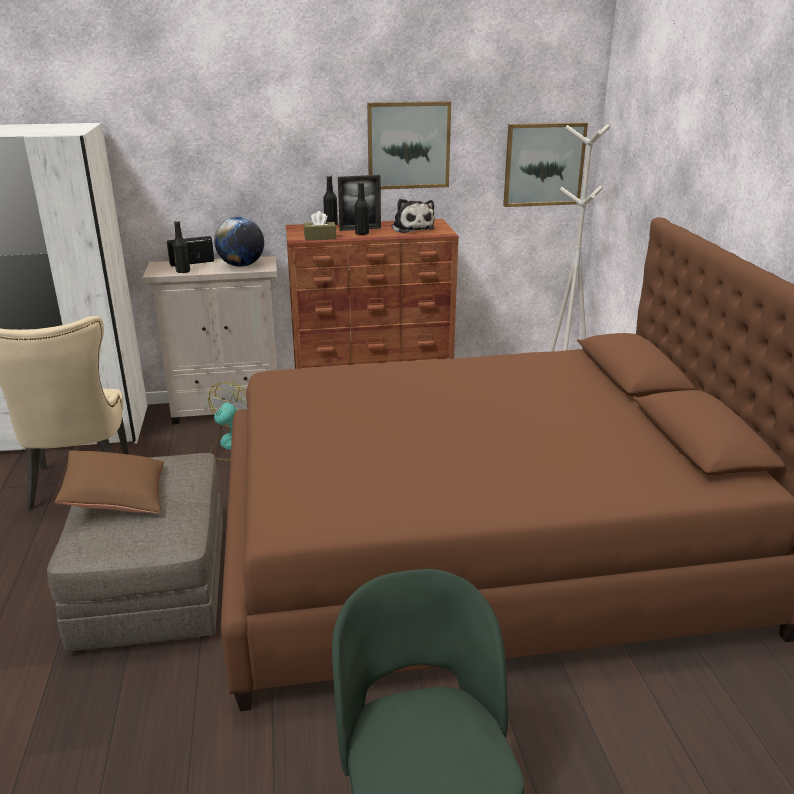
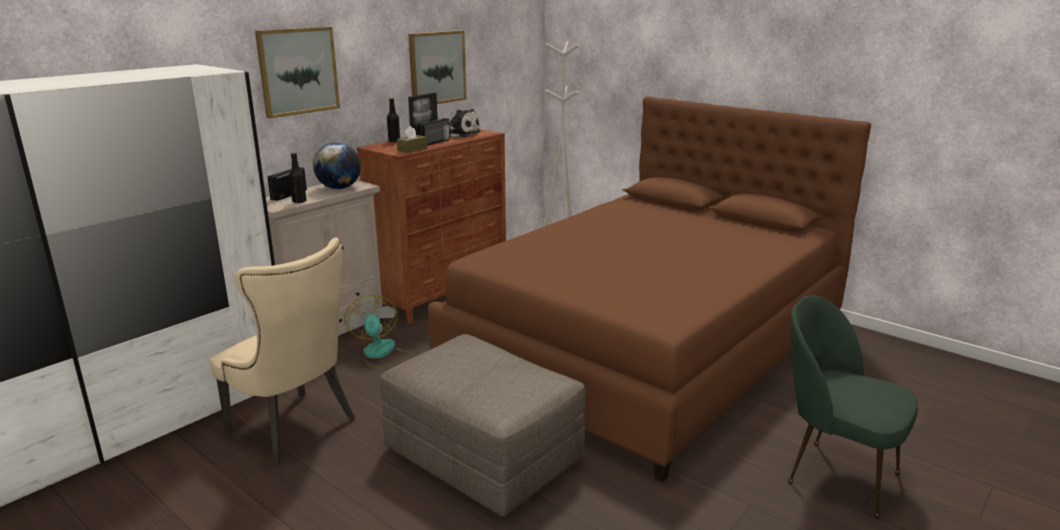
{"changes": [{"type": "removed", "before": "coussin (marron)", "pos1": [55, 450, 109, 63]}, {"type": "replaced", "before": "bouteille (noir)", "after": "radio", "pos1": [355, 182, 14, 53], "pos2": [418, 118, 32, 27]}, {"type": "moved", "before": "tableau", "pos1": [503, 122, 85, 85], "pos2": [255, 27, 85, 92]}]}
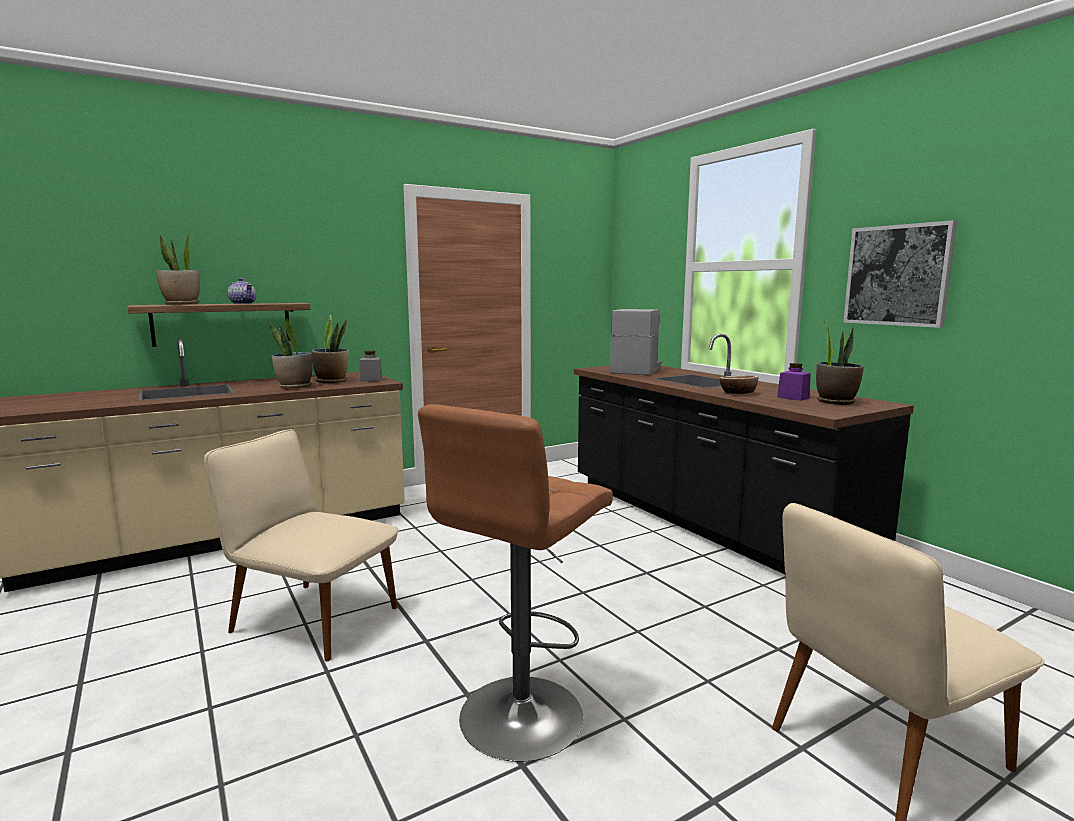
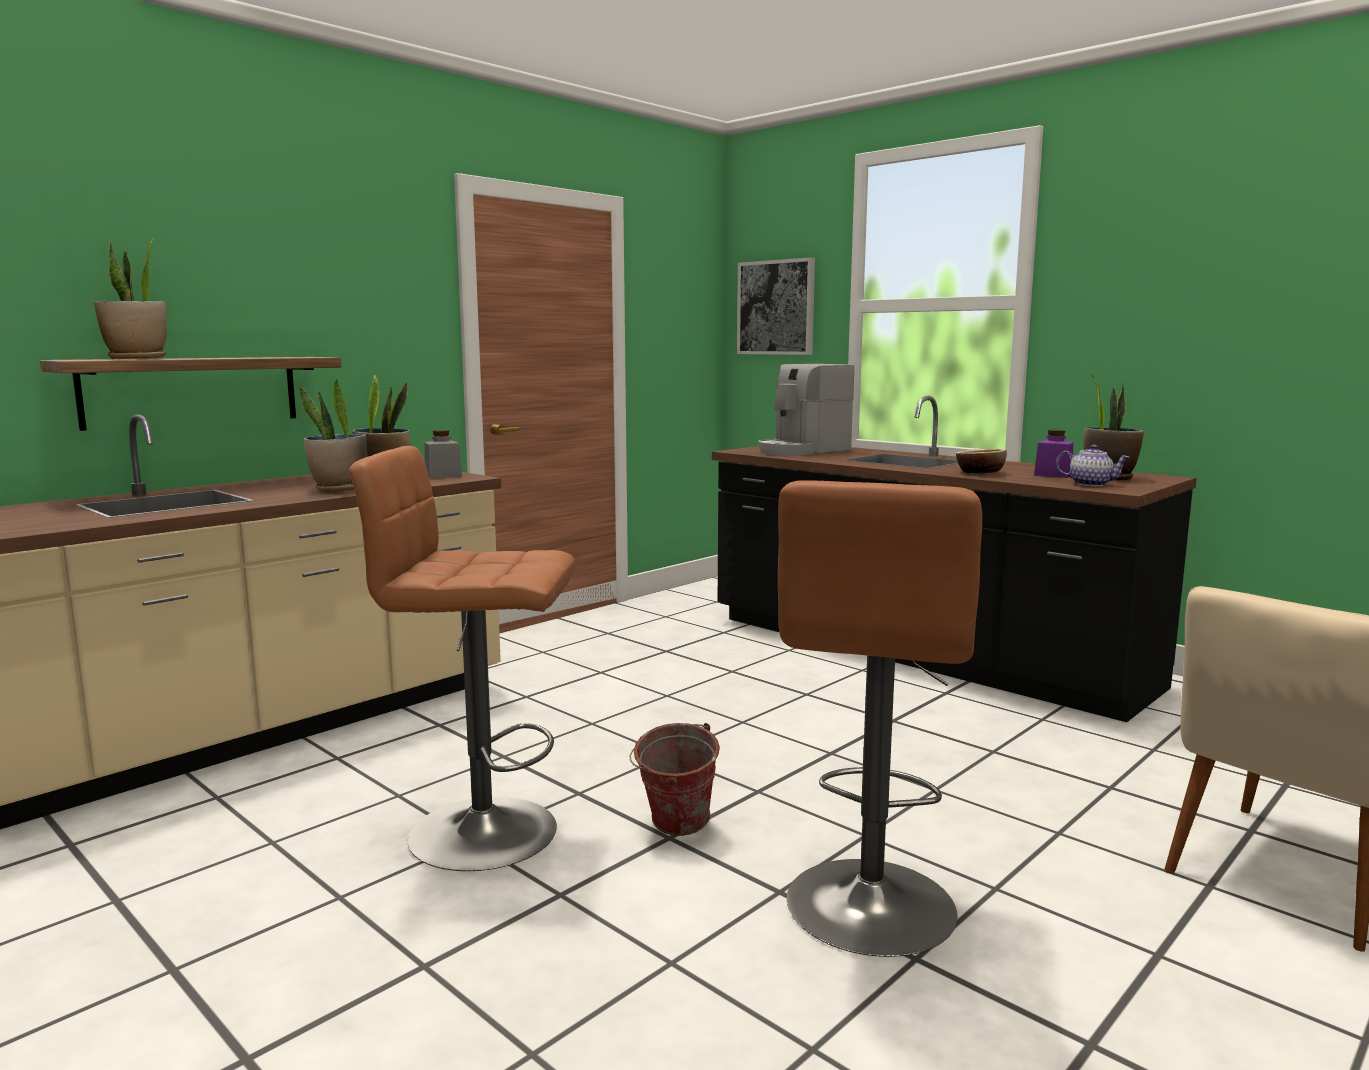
{"changes": [{"type": "replaced", "before": "chaise (beige)", "after": "tabouret (marron)", "pos1": [204, 429, 195, 232], "pos2": [349, 446, 226, 425]}, {"type": "moved", "before": "théière", "pos1": [228, 278, 28, 26], "pos2": [1056, 445, 74, 41]}, {"type": "turned", "before": "machine à café", "pos1": [610, 309, 51, 66], "pos2": [758, 364, 96, 92], "turn": -135}, {"type": "moved", "before": "tableau", "pos1": [843, 220, 114, 108], "pos2": [737, 257, 78, 98]}, {"type": "added", "after": "seau", "pos2": [630, 723, 90, 113]}]}
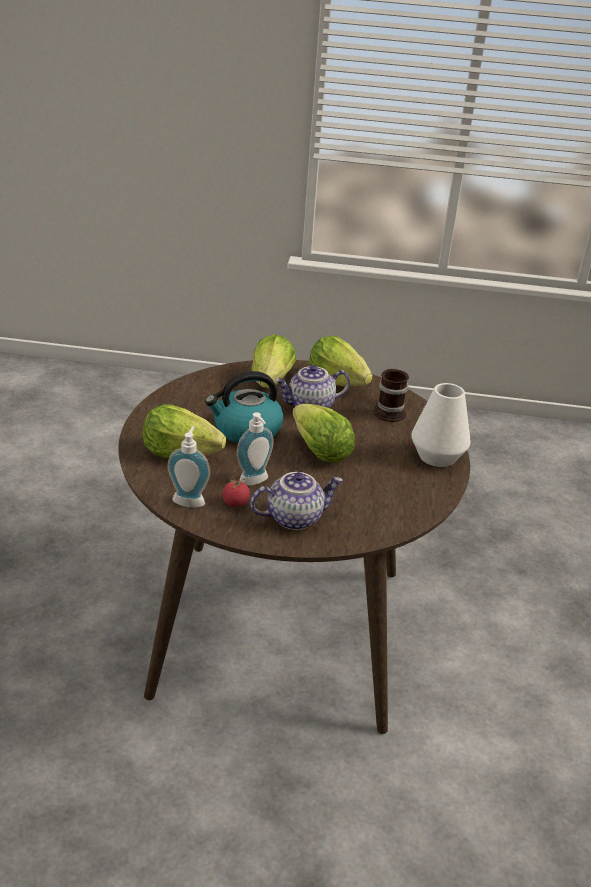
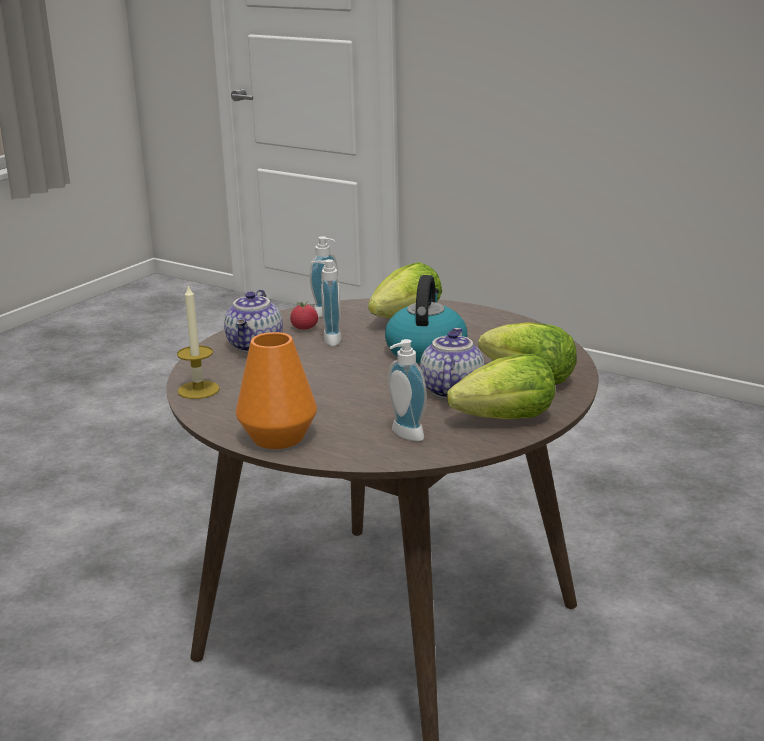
{"changes": [{"type": "removed", "before": "laitue", "pos1": [292, 404, 63, 59]}, {"type": "replaced", "before": "mug", "after": "distributeur de savon", "pos1": [374, 369, 35, 53], "pos2": [388, 339, 39, 102]}, {"type": "recoloured", "before": "vase (blanc)", "after": "vase (orange)", "pos1": [411, 383, 60, 84], "pos2": [236, 332, 81, 117]}, {"type": "added", "after": "bougie", "pos2": [177, 284, 43, 115]}]}
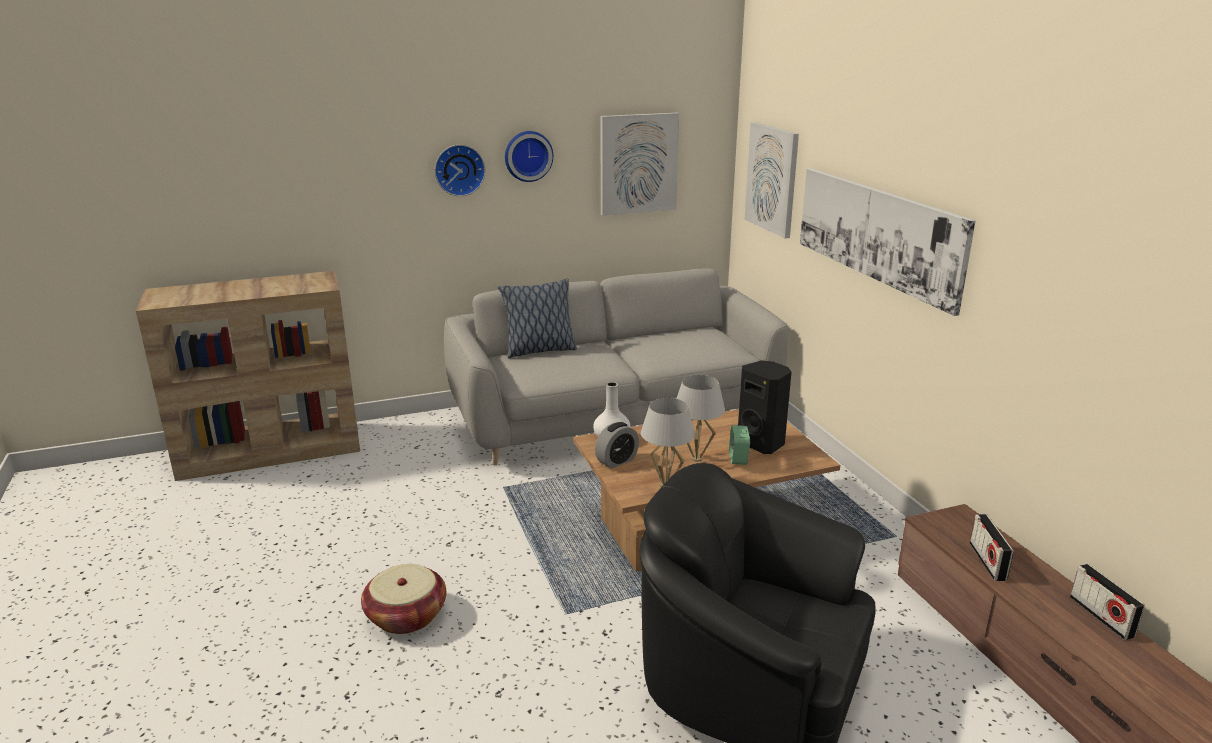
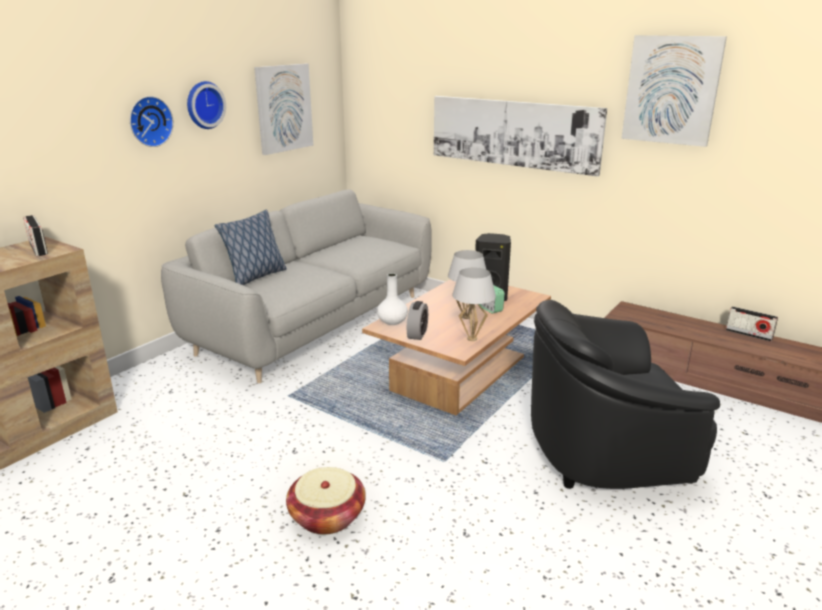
{"changes": [{"type": "moved", "before": "tableau", "pos1": [744, 122, 55, 116], "pos2": [621, 35, 106, 112]}, {"type": "moved", "before": "radio", "pos1": [970, 514, 44, 67], "pos2": [23, 215, 25, 41]}]}
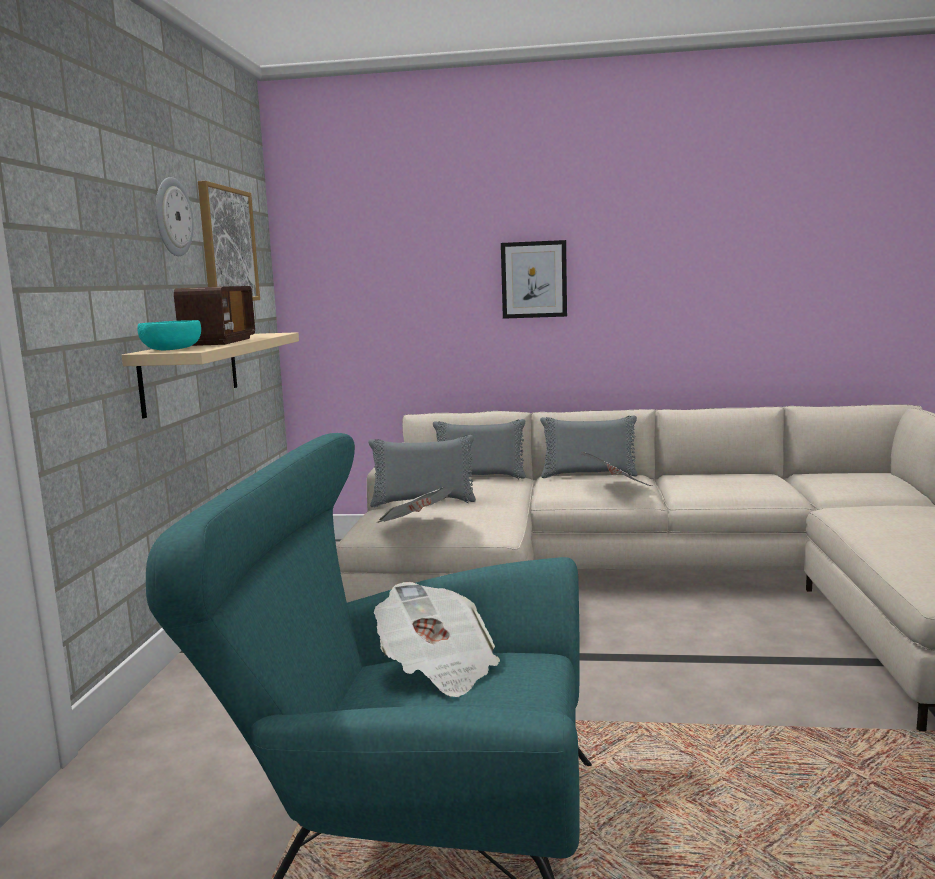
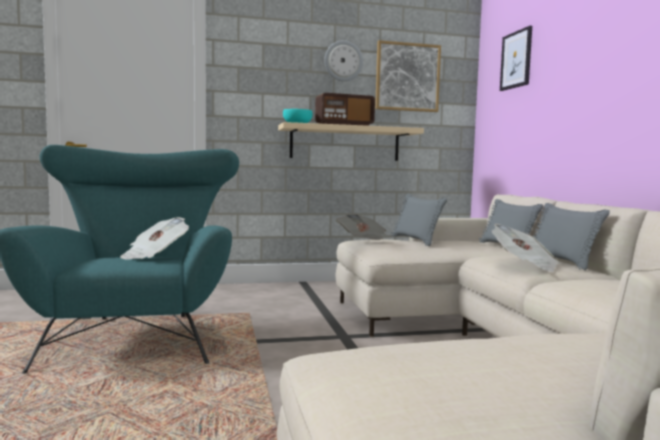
{"changes": [{"type": "moved", "before": "tableau", "pos1": [501, 240, 66, 79], "pos2": [500, 26, 32, 65]}]}
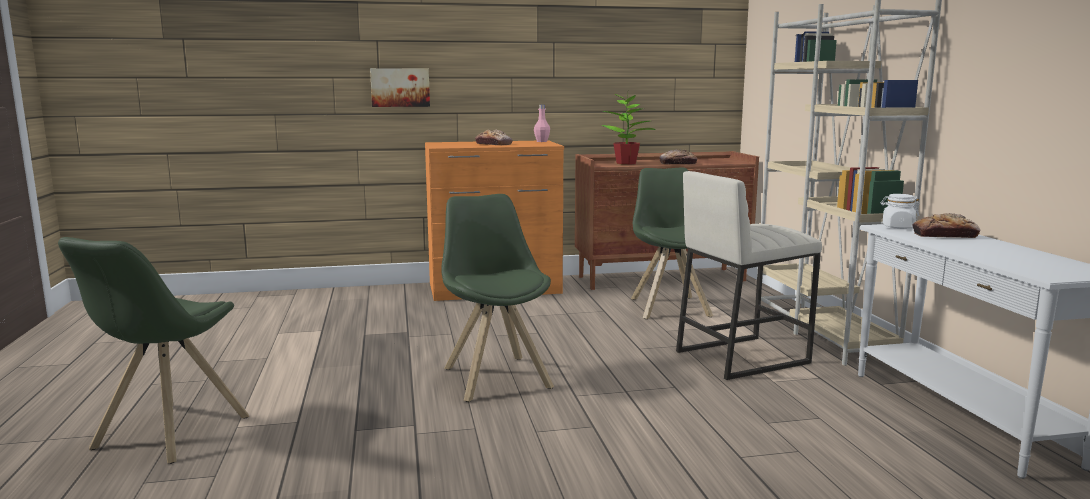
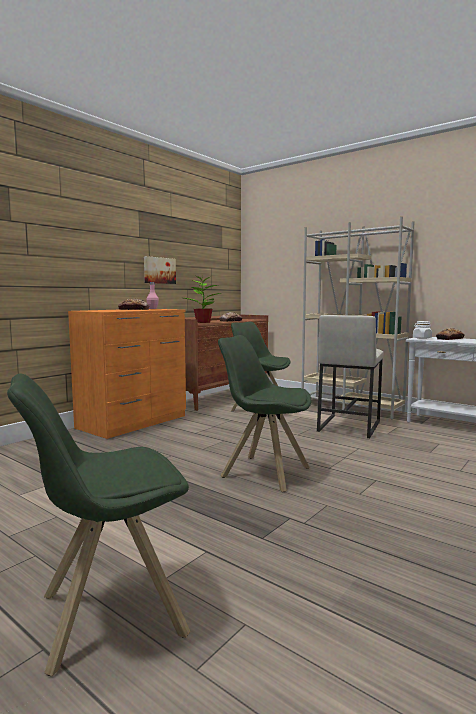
{"changes": [{"type": "turned", "before": "chaise (vert)", "pos1": [58, 237, 191, 227], "pos2": [7, 373, 183, 303], "turn": 90}, {"type": "moved", "before": "tableau", "pos1": [370, 68, 60, 39], "pos2": [144, 256, 32, 28]}]}
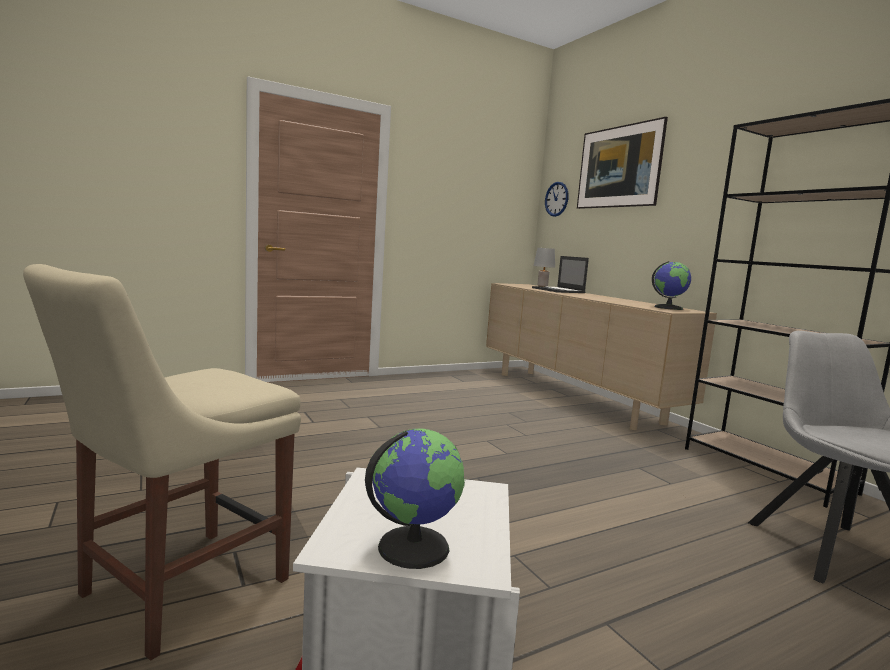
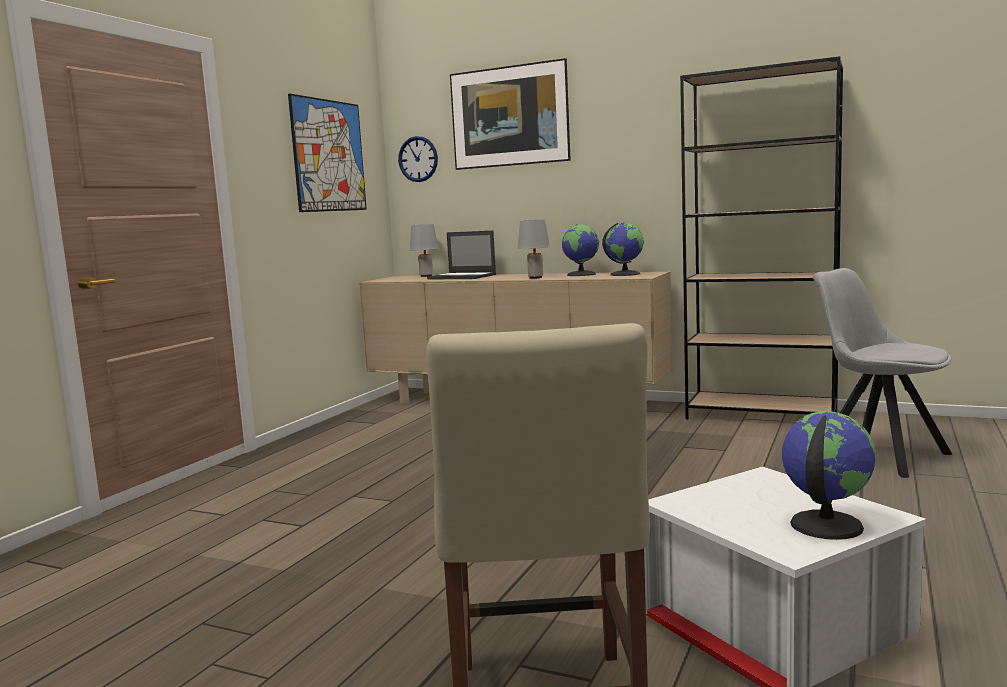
{"changes": [{"type": "added", "after": "tableau", "pos2": [288, 93, 79, 119]}, {"type": "added", "after": "lampe de table (gris)", "pos2": [518, 219, 32, 60]}, {"type": "added", "after": "globe", "pos2": [562, 224, 37, 52]}]}
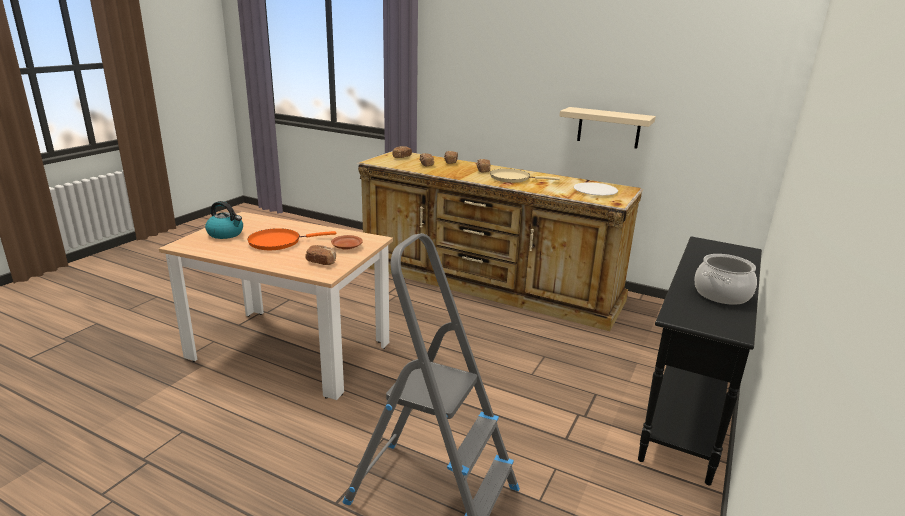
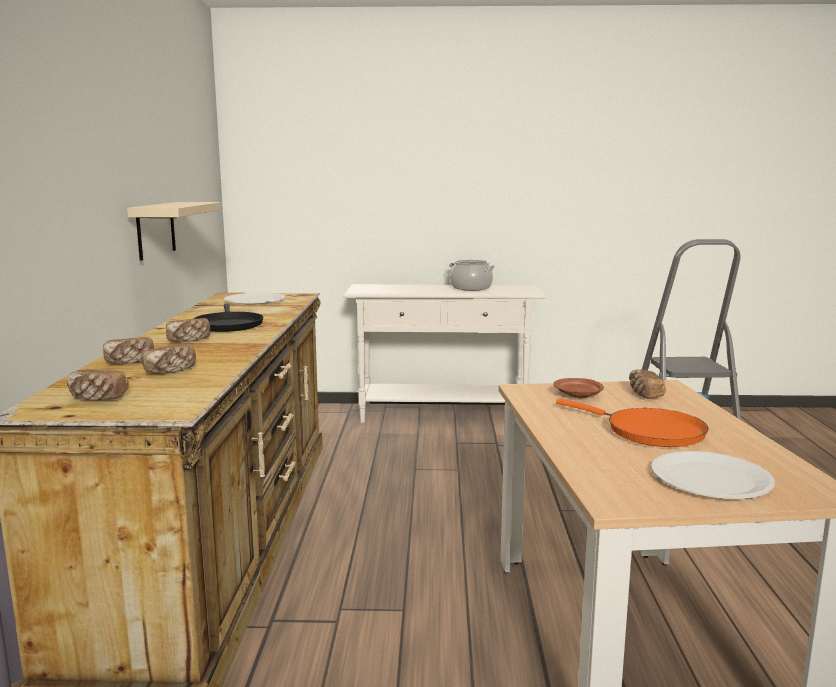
{"changes": [{"type": "replaced", "before": "bouilloire", "after": "assiette (blanc)", "pos1": [205, 201, 38, 38], "pos2": [651, 451, 124, 48]}, {"type": "recoloured", "before": "poêle (beige)", "after": "poêle (noir)", "pos1": [490, 169, 70, 14], "pos2": [193, 304, 71, 28]}, {"type": "recoloured", "before": "table console (noir)", "after": "table console (blanc)", "pos1": [638, 237, 124, 248], "pos2": [343, 284, 203, 139]}]}
